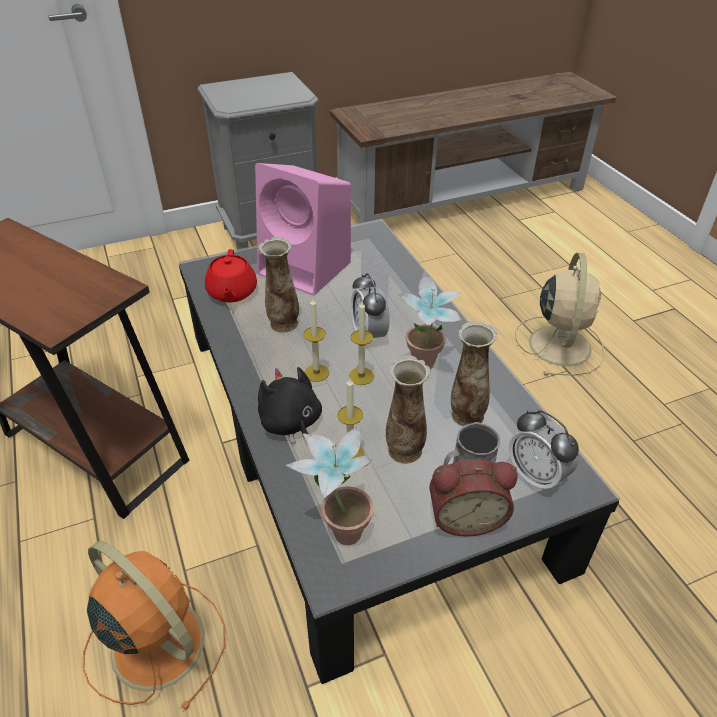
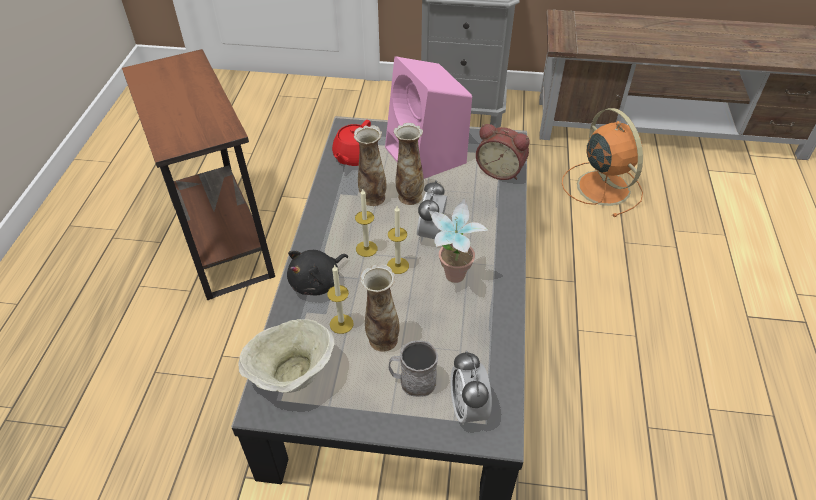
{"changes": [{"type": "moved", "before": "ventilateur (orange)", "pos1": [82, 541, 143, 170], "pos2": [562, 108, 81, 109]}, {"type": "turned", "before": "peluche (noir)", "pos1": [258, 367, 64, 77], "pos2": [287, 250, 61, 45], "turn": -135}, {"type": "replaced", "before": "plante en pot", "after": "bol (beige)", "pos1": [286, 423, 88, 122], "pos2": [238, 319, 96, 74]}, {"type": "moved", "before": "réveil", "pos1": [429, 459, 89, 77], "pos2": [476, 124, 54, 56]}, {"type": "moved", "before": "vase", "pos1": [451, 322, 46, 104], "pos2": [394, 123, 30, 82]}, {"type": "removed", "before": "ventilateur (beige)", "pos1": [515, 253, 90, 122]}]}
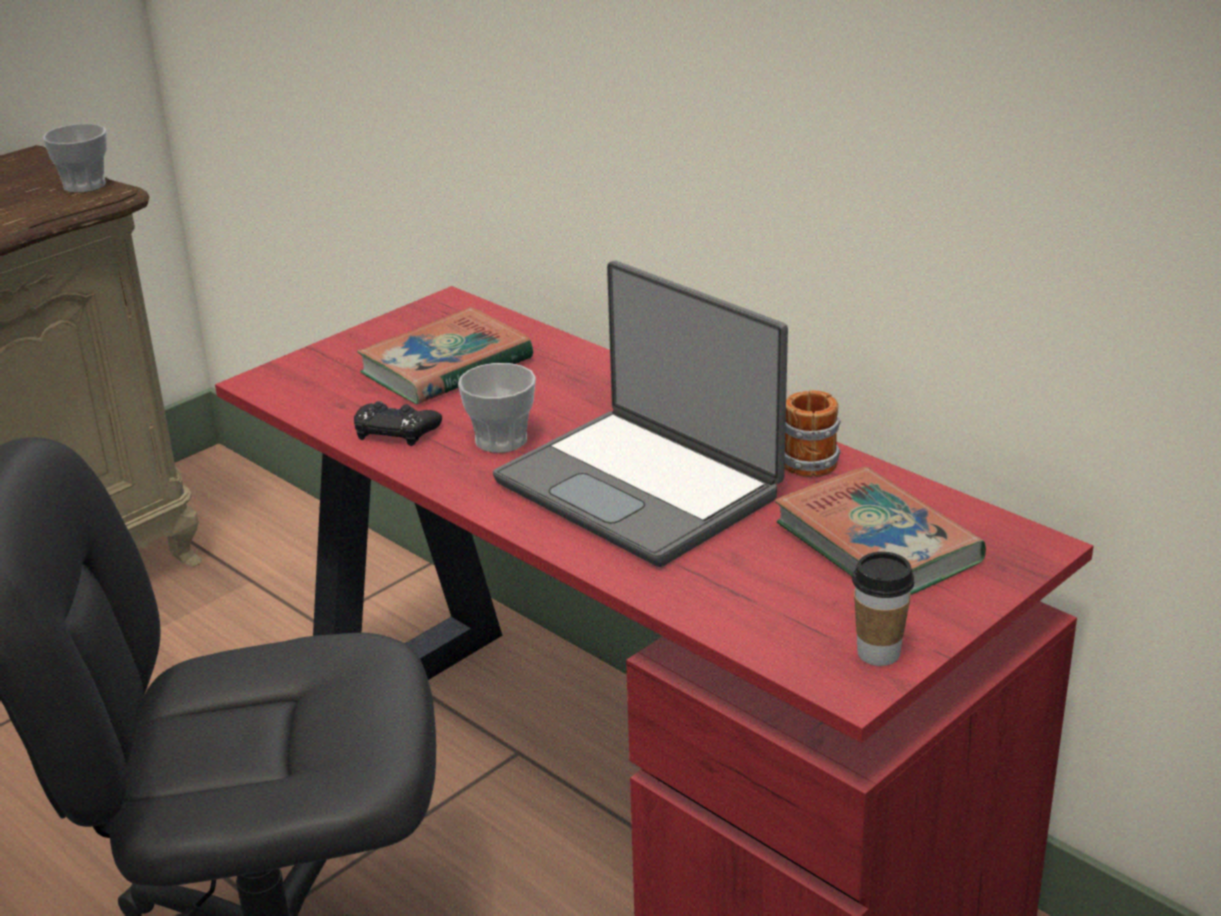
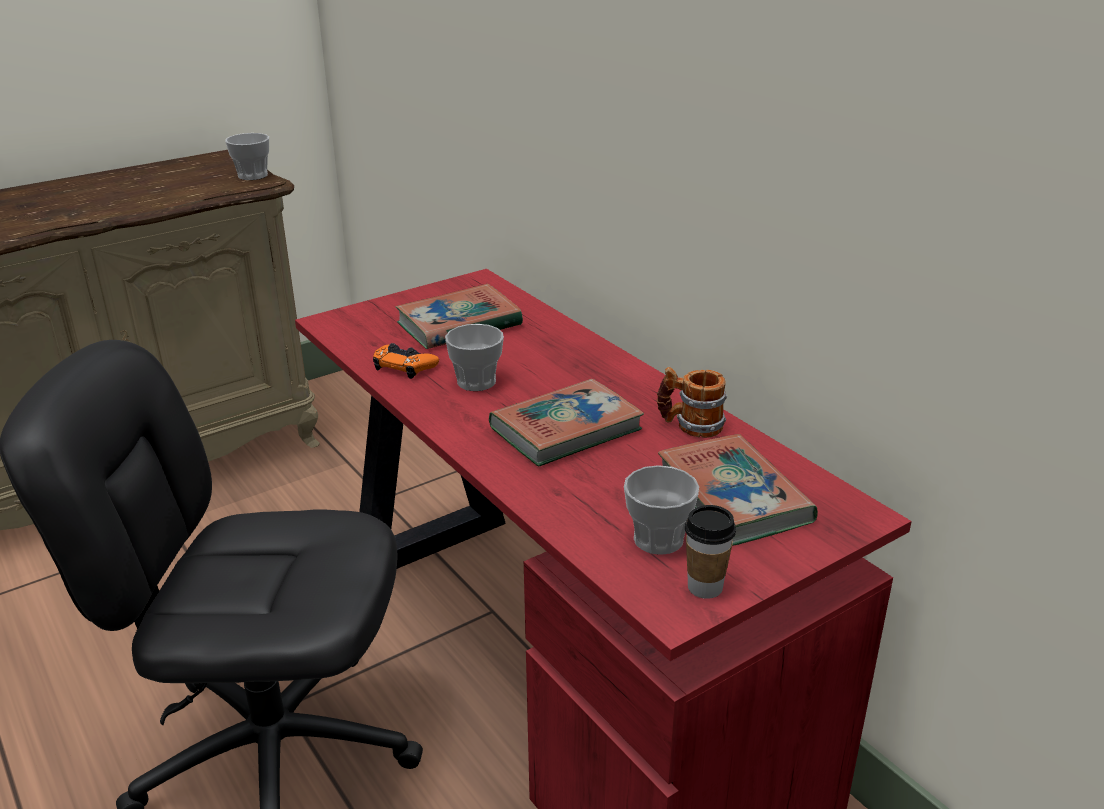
{"changes": [{"type": "recoloured", "before": "manette (noir)", "after": "manette (orange)", "pos1": [354, 401, 88, 45], "pos2": [373, 343, 66, 36]}, {"type": "replaced", "before": "ordinateur portable", "after": "livre", "pos1": [493, 260, 295, 307], "pos2": [489, 379, 155, 87]}, {"type": "added", "after": "tasse", "pos2": [624, 465, 75, 90]}]}
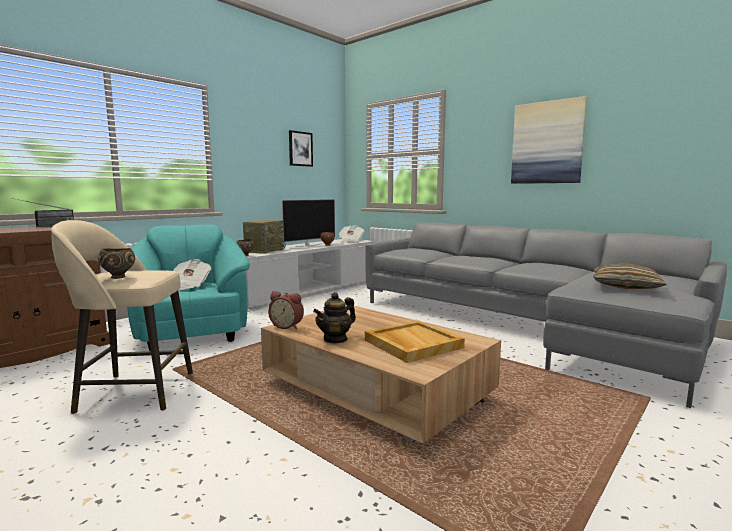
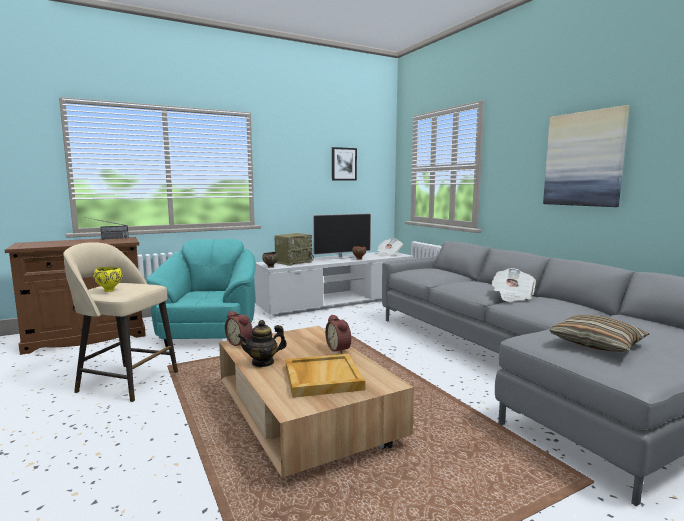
{"changes": [{"type": "recoloured", "before": "bol (marron)", "after": "bol (jaune)", "pos1": [98, 248, 37, 31], "pos2": [93, 267, 30, 25]}, {"type": "moved", "before": "journal", "pos1": [173, 259, 38, 31], "pos2": [491, 268, 45, 34]}, {"type": "added", "after": "réveil", "pos2": [325, 314, 26, 40]}]}
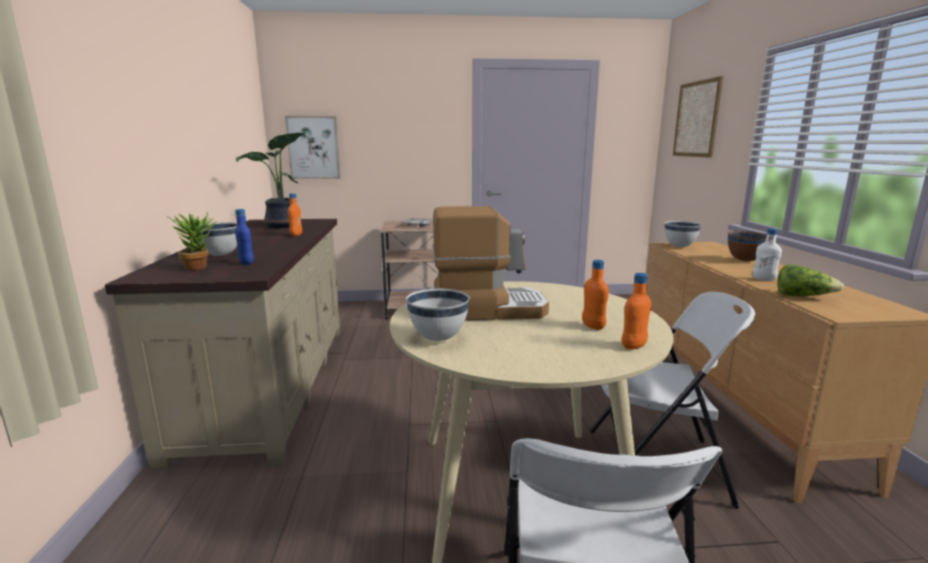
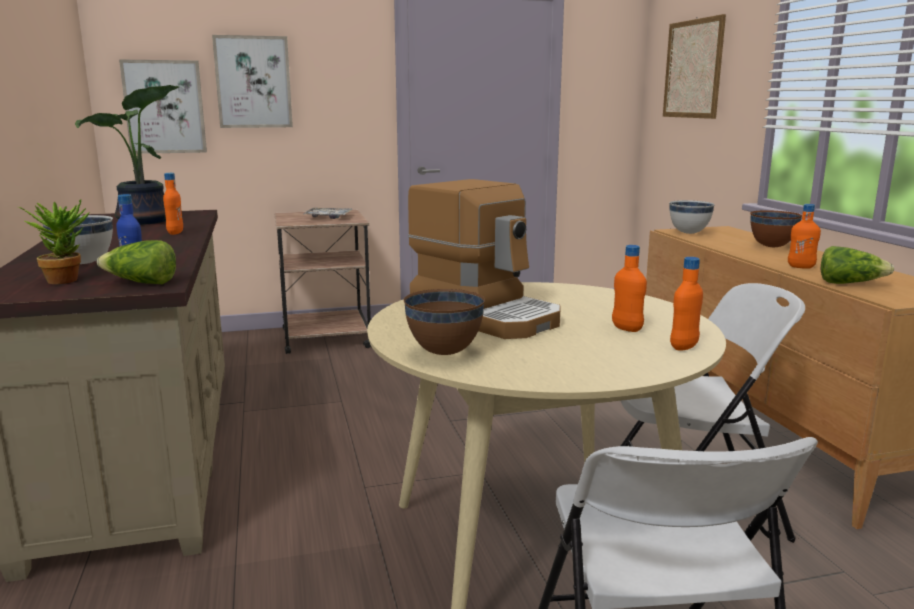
{"changes": [{"type": "recoloured", "before": "bol (blanc)", "after": "bol (marron)", "pos1": [406, 288, 64, 53], "pos2": [404, 289, 81, 66]}, {"type": "turned", "before": "machine à café", "pos1": [433, 206, 116, 115], "pos2": [408, 179, 153, 160], "turn": 60}, {"type": "recoloured", "before": "bouteille (blanc)", "after": "bouteille (orange)", "pos1": [753, 228, 29, 53], "pos2": [788, 204, 33, 65]}, {"type": "added", "after": "laitue", "pos2": [97, 240, 79, 44]}, {"type": "added", "after": "tableau", "pos2": [212, 35, 81, 93]}]}
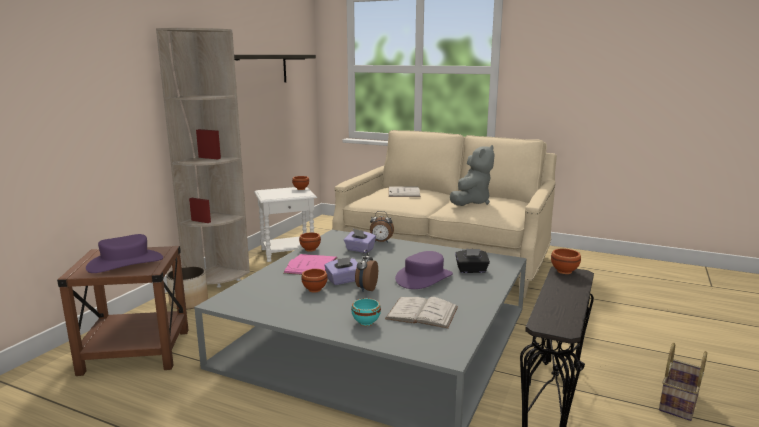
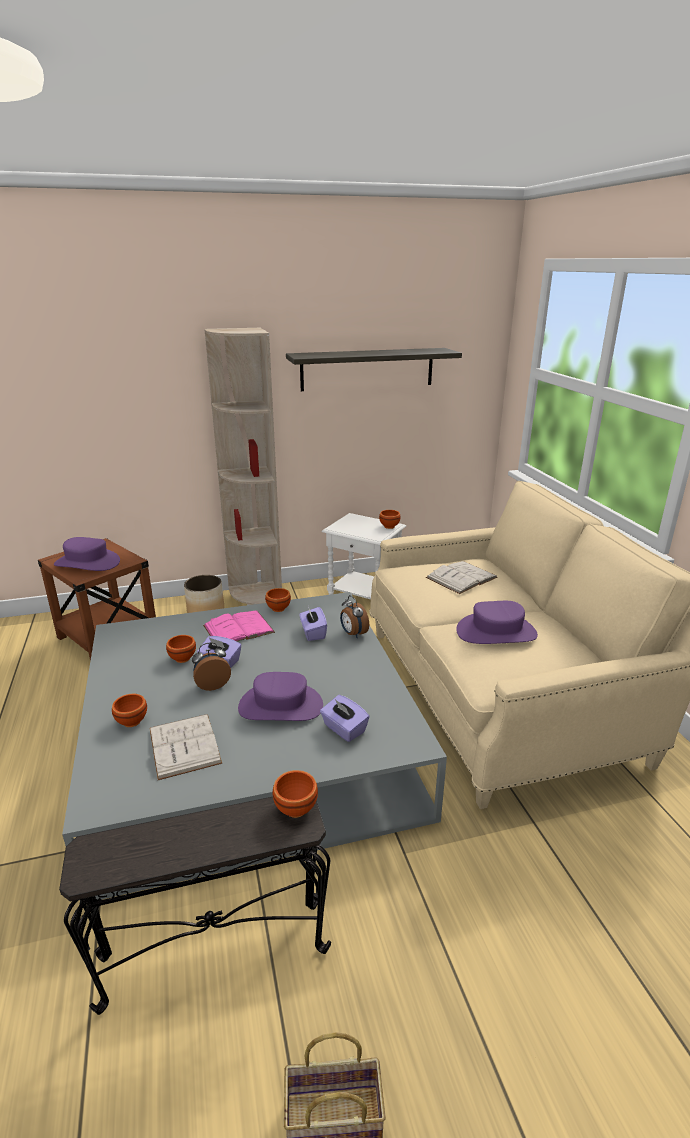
{"changes": [{"type": "recoloured", "before": "bol (turquoise)", "after": "bol (marron)", "pos1": [351, 298, 30, 28], "pos2": [112, 694, 35, 33]}, {"type": "replaced", "before": "peluche (gris)", "after": "chapeau (violet)", "pos1": [450, 145, 45, 61], "pos2": [456, 601, 82, 43]}, {"type": "recoloured", "before": "boîte à mouchoirs (noir)", "after": "boîte à mouchoirs (violet)", "pos1": [455, 249, 35, 24], "pos2": [320, 695, 50, 47]}]}
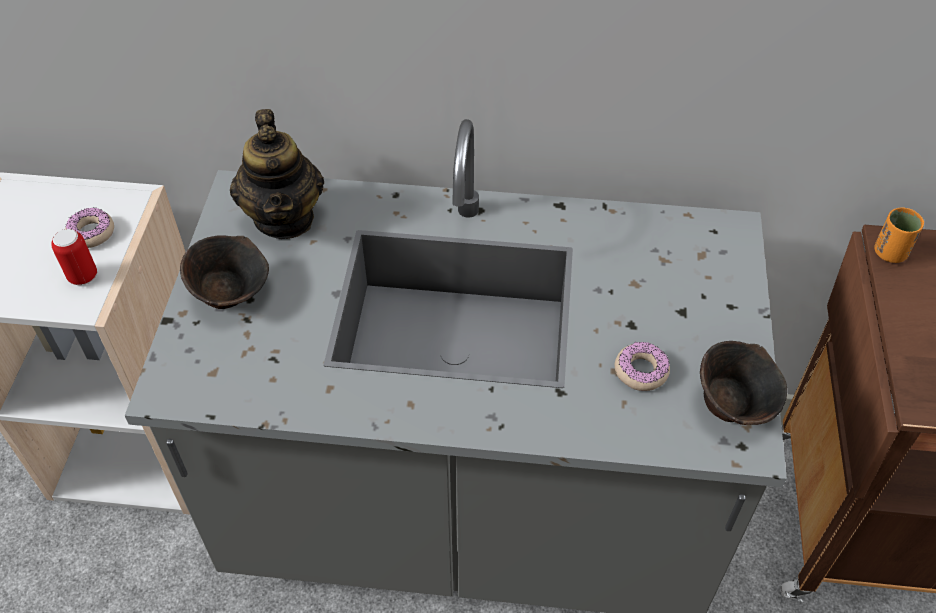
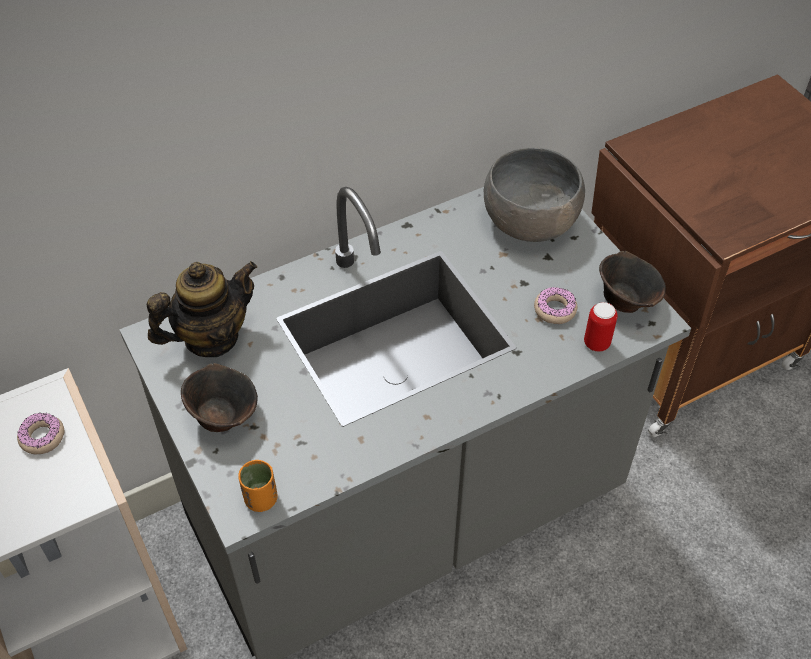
{"changes": [{"type": "moved", "before": "boîte métallique", "pos1": [51, 229, 46, 56], "pos2": [584, 302, 34, 50]}, {"type": "turned", "before": "théière", "pos1": [230, 109, 94, 130], "pos2": [147, 261, 110, 96], "turn": -75}, {"type": "moved", "before": "tasse (orange)", "pos1": [874, 207, 51, 56], "pos2": [239, 460, 38, 52]}, {"type": "added", "after": "bol (gris)", "pos2": [484, 148, 101, 94]}]}
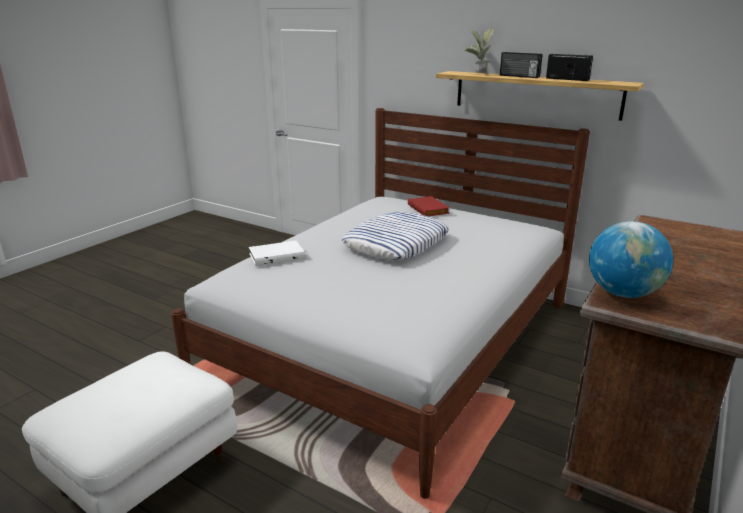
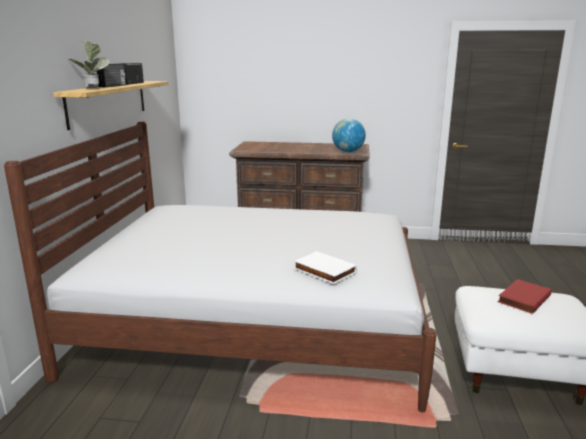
{"changes": [{"type": "removed", "before": "coussin", "pos1": [342, 212, 107, 48]}, {"type": "moved", "before": "livre (rouge)", "pos1": [408, 196, 42, 21], "pos2": [498, 279, 54, 35]}]}
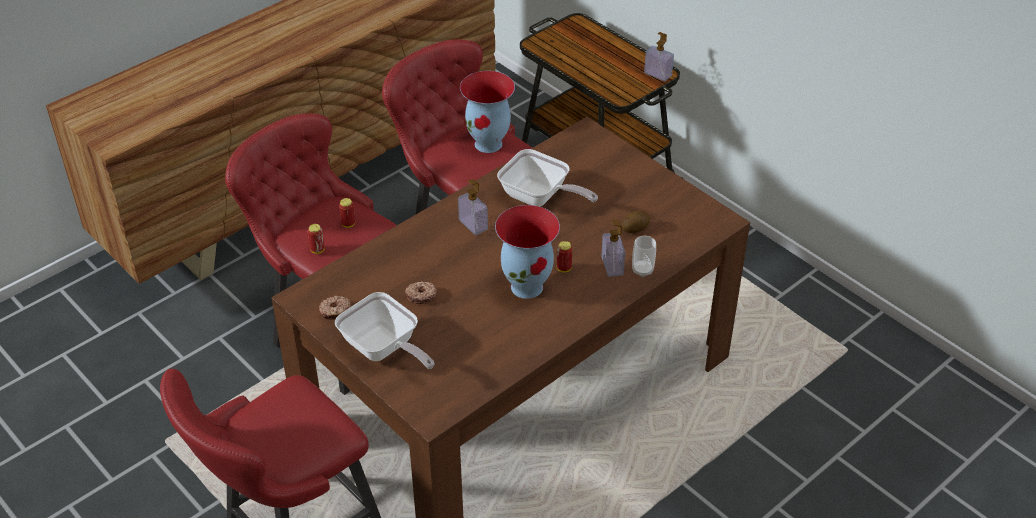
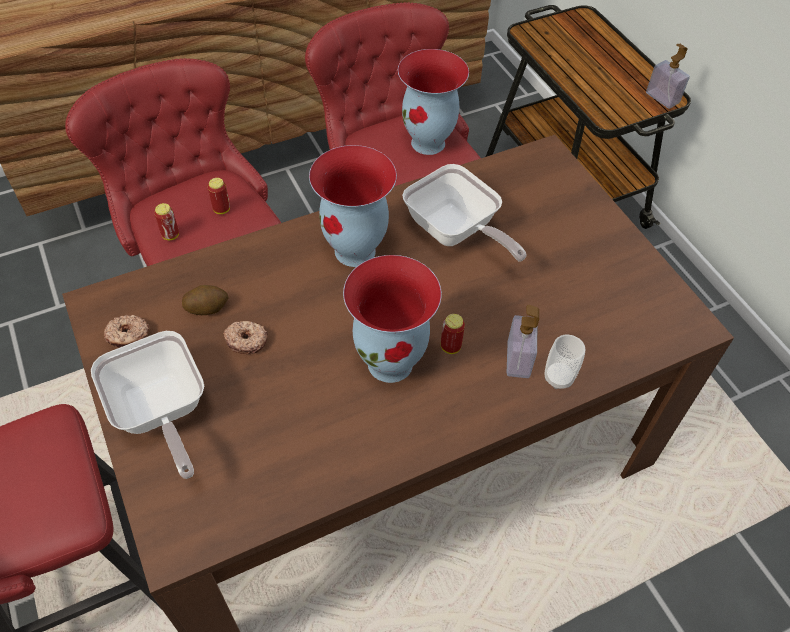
{"changes": [{"type": "replaced", "before": "distributeur de savon", "after": "vase", "pos1": [458, 179, 30, 56], "pos2": [309, 145, 88, 122]}, {"type": "moved", "before": "pomme de terre", "pos1": [621, 211, 29, 22], "pos2": [182, 285, 47, 30]}]}
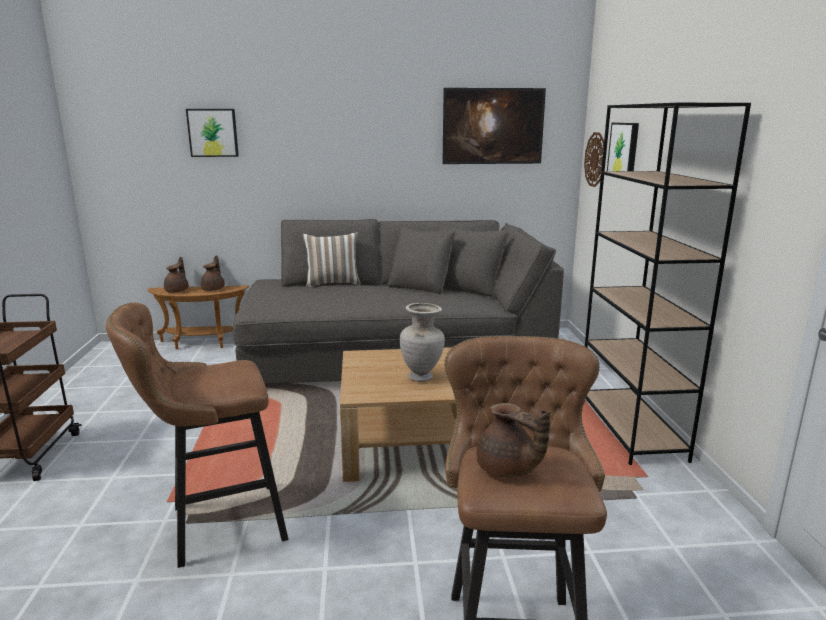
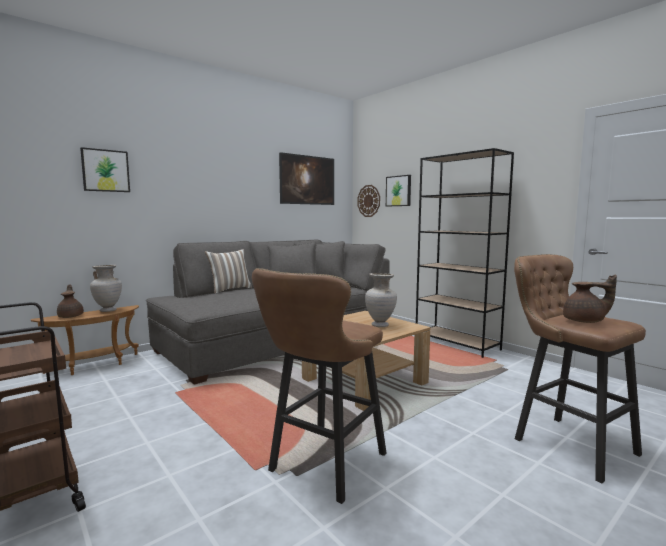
{"changes": [{"type": "replaced", "before": "théière (marron)", "after": "vase (beige)", "pos1": [201, 255, 24, 36], "pos2": [90, 265, 32, 47]}]}
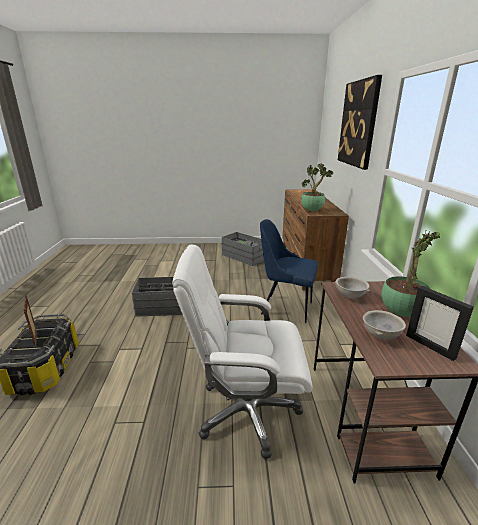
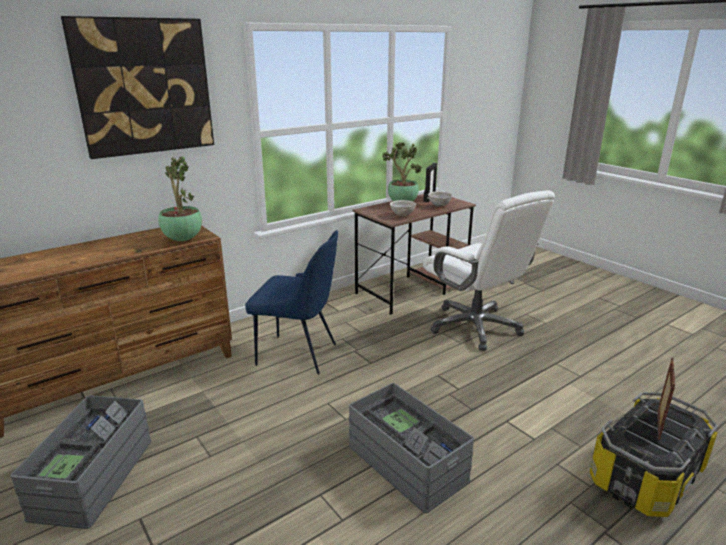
{"changes": [{"type": "turned", "before": "chaise (bleu)", "pos1": [260, 219, 58, 104], "pos2": [245, 230, 93, 144], "turn": -60}]}
